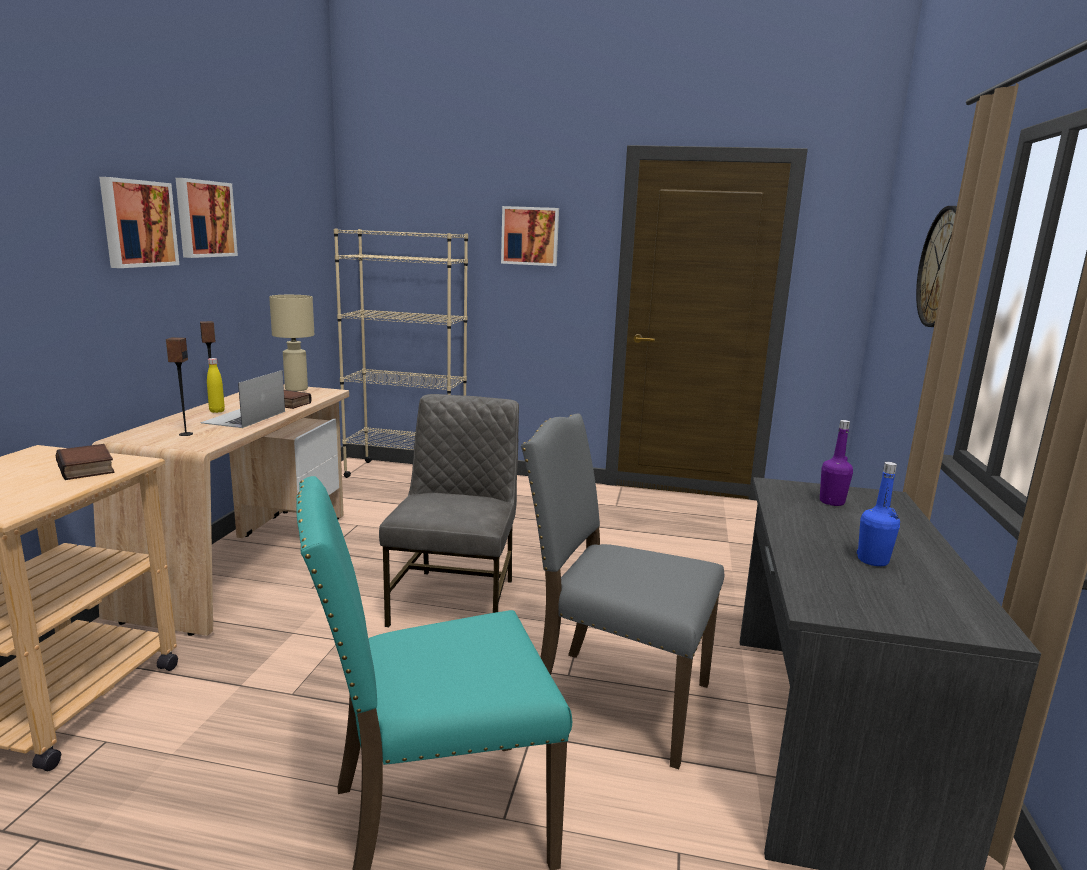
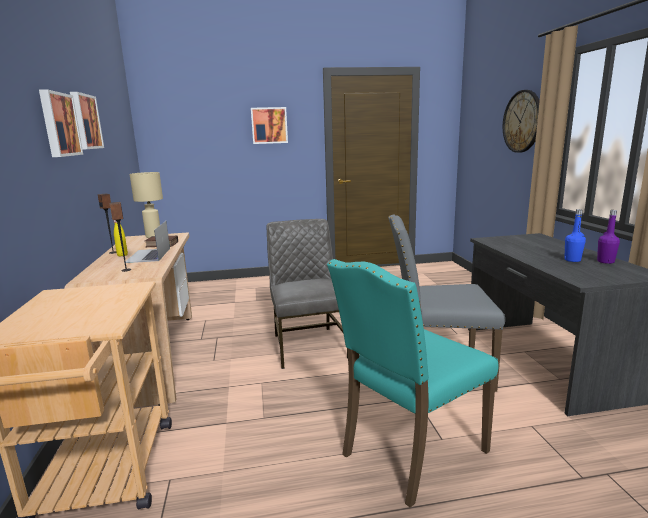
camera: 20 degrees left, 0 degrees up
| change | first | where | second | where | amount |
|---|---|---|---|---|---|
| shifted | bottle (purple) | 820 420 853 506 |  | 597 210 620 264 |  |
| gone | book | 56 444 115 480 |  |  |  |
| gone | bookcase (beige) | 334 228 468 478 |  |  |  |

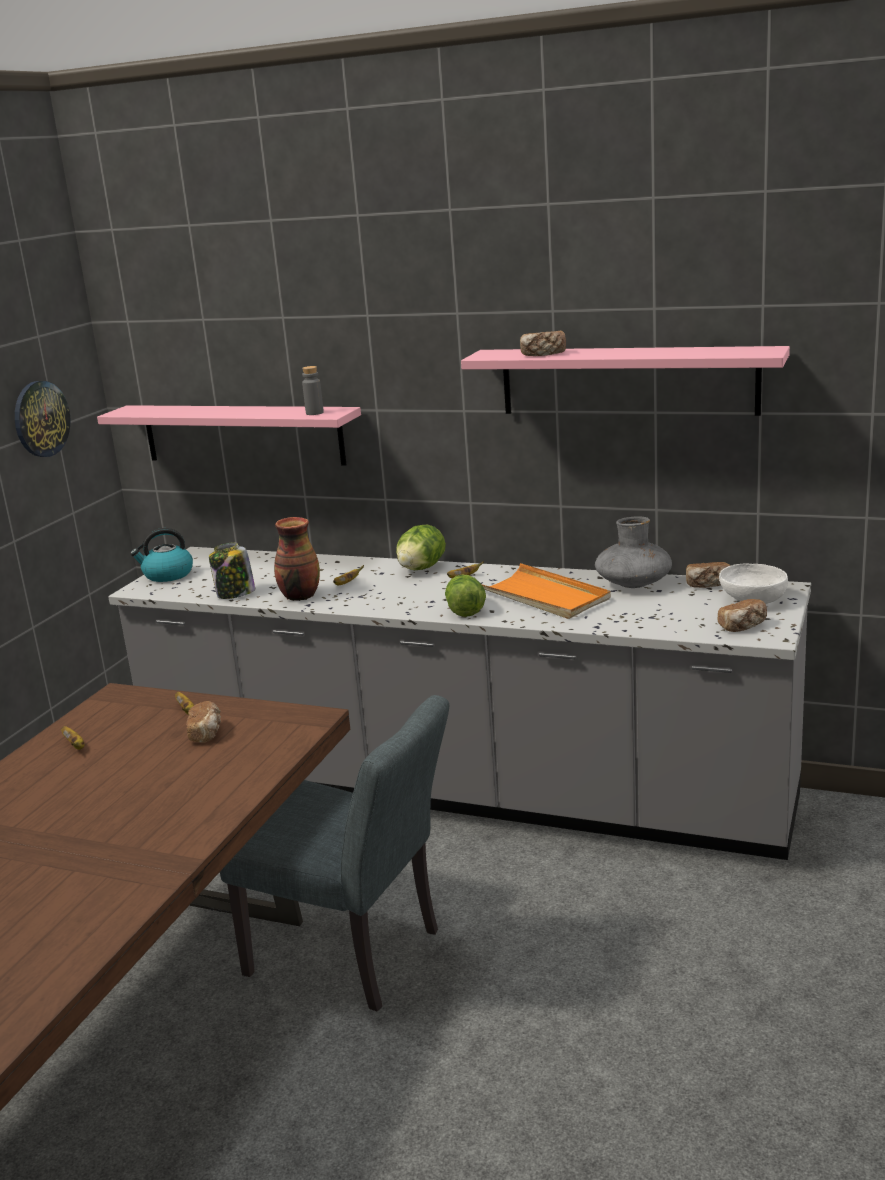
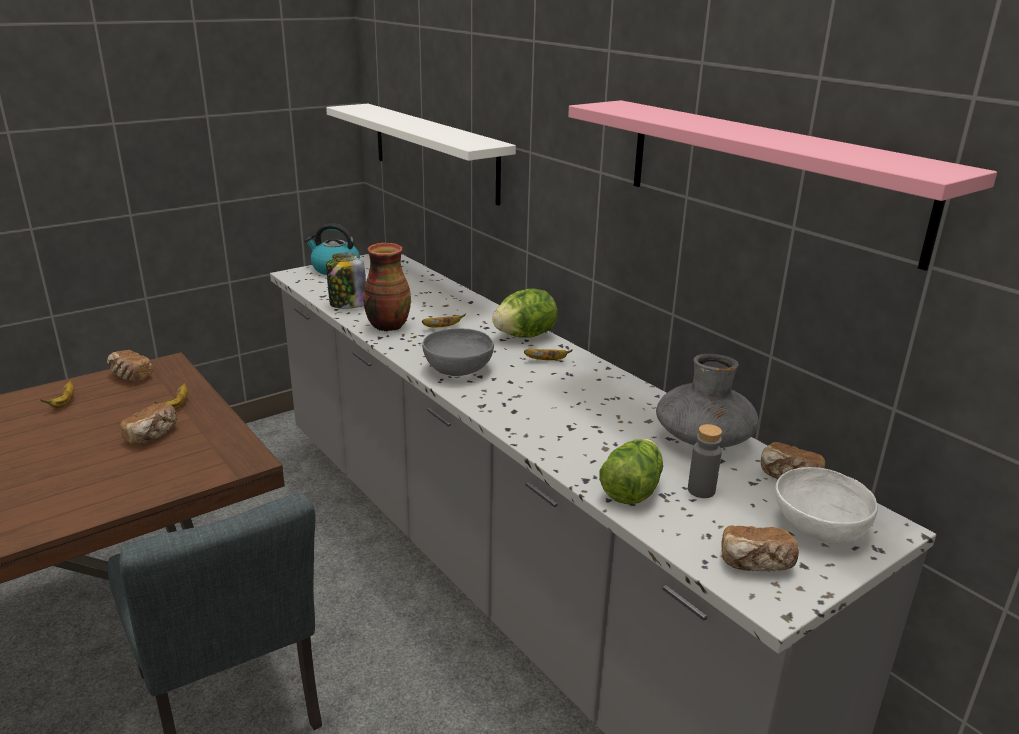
camera: 30 degrees right, 5 degrees up
| change | first | where | second | where | amount |
|---|---|---|---|---|---|
| shifted | bread | 520 331 566 356 |  | 107 350 154 382 |  |
| repainted | shelf (pink) | 97 405 361 466 | shelf (white) | 326 104 516 206 |  |
| new |  |  | bowl (grey) | 422 328 494 376 |  |
| shifted | lettuce | 445 575 486 617 |  | 599 439 663 504 |  |
| shifted | bottle (grey) | 302 366 324 415 |  | 688 424 722 498 |  |
| gone | wall clock | 15 381 70 457 |  |  |  |
| gone | tray (orange) | 481 563 611 619 |  |  |  |

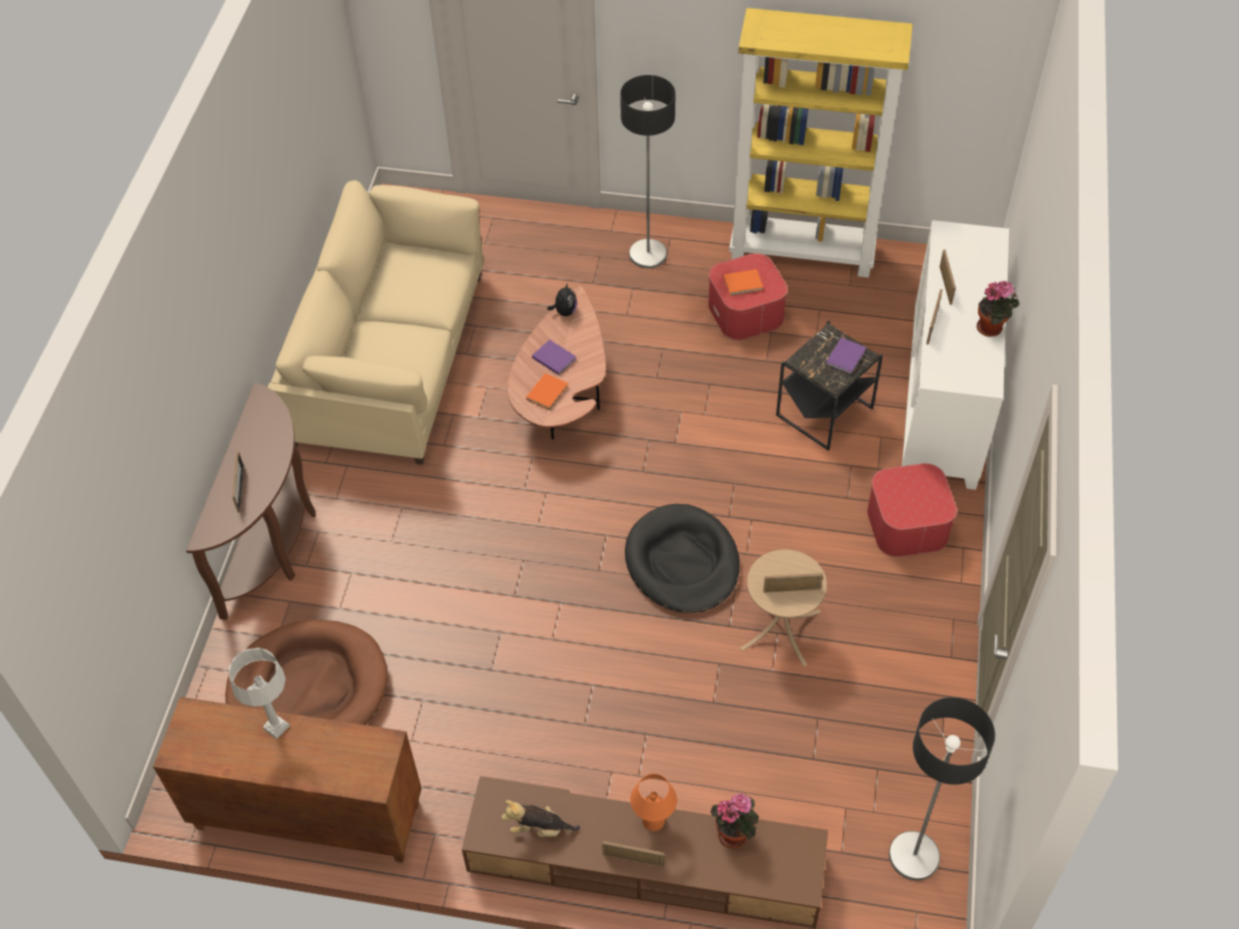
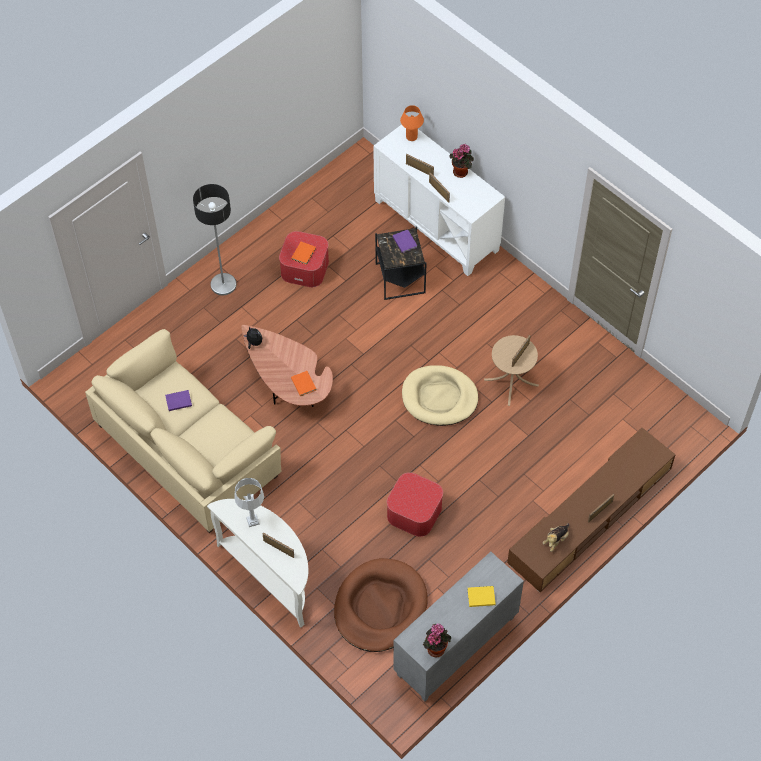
camera: 55 degrees left, 5 degrees up
| change | first | where | second | where | amount |
|---|---|---|---|---|---|
| shifted | book (purple) | 532 340 576 375 |  | 165 390 192 411 |  |
| repainted | console table (brown) | 186 383 316 620 | console table (white) | 207 499 308 627 |  |
| shifted | table lamp (grey) | 229 648 290 739 |  | 234 478 264 527 |  |
| shifted | ottoman | 867 463 957 557 |  | 387 472 443 537 |  |
| repainted | cabinet (brown) | 153 697 422 863 | cabinet (grey) | 393 552 524 702 |  |
| shifted | table lamp (orange) | 630 774 677 831 |  | 400 105 424 141 |  |
| repainted | dog bed (black) | 625 504 740 613 | dog bed (beige) | 402 365 478 426 |  |
| shifted | potted plant | 711 794 759 848 |  | 423 624 451 657 |  |
| new |  |  | book (yellow) | 467 586 496 607 |  |
| gone | bookcase (yellow) | 729 8 913 278 |  |  |  |
| gone | floor lamp | 889 697 995 880 |  |  |  |

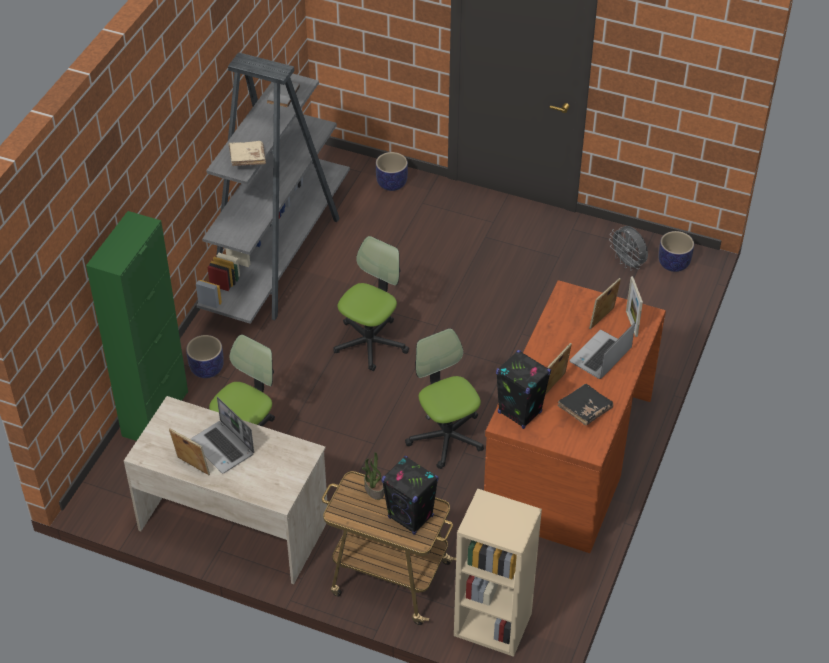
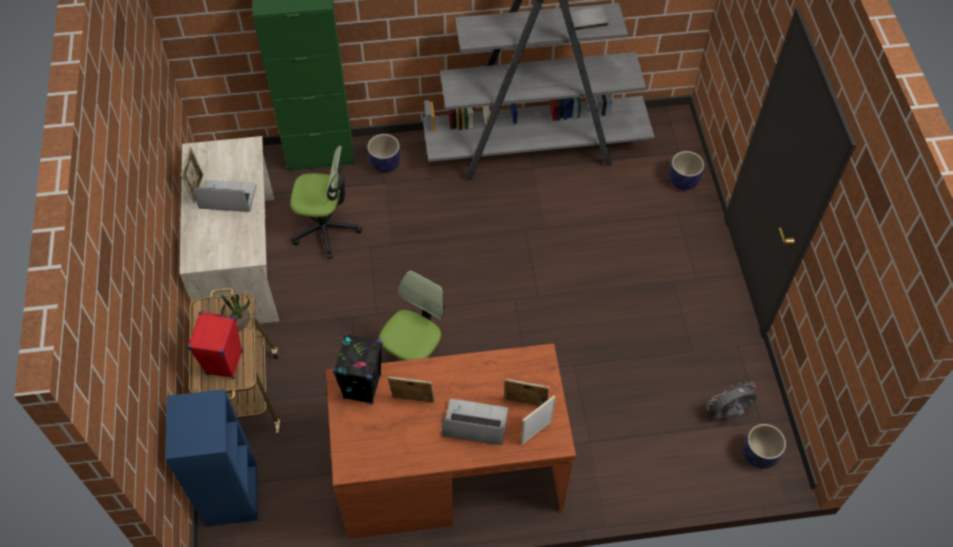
camera: 60 degrees right, 10 degrees up
| change | first | where | second | where | amount |
|---|---|---|---|---|---|
| repainted | bookcase (beige) | 454 489 542 657 | bookcase (blue) | 165 389 258 527 |  |
| repainted | speaker (black) | 382 456 439 535 | speaker (red) | 187 311 243 379 |  |
| rotated | laptop | 190 397 254 473 |  | 192 180 256 212 | 75 degrees clockwise |
| rotated | fan (grey) | 609 226 648 271 |  | 707 381 758 419 | 45 degrees clockwise |
| gone | book (beige) | 228 141 266 166 |  |  |  |
| gone | office chair | 333 236 409 371 |  |  |  |
| gone | book (black) | 558 384 613 426 |  |  |  |

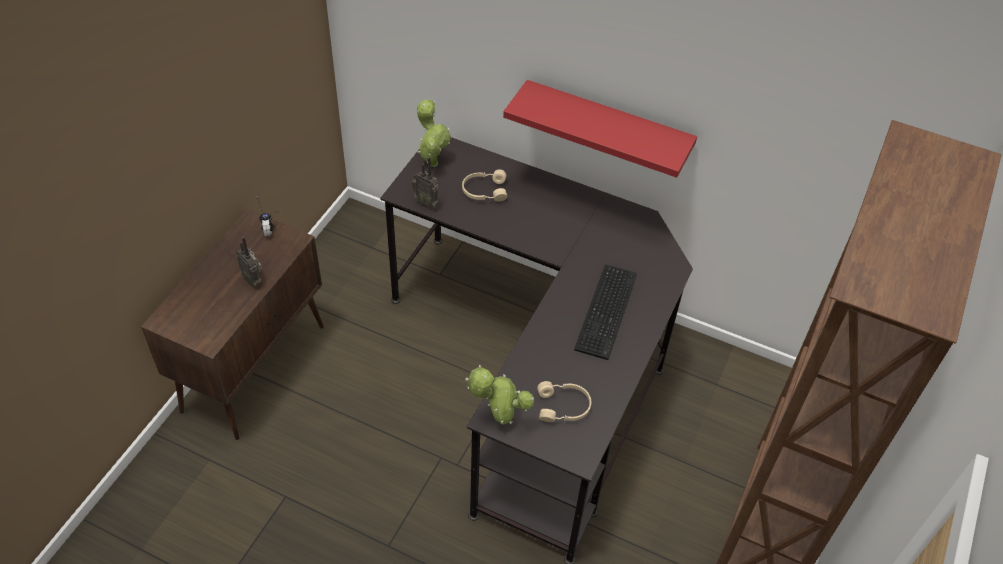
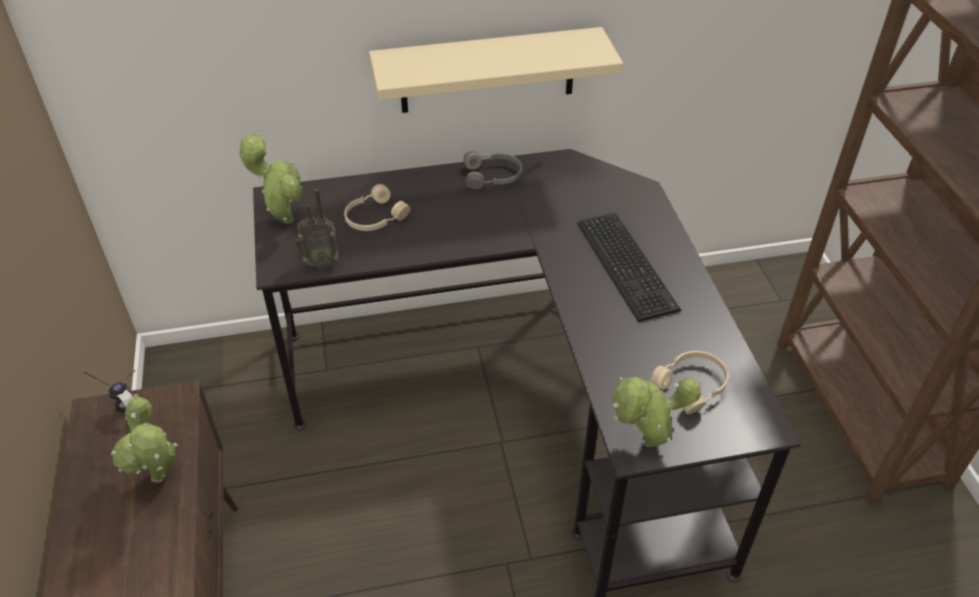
camera: 35 degrees left, 5 degrees down
| change | first | where | second | where | amount |
|---|---|---|---|---|---|
| swapped | radio | 236 236 262 287 | potted plant | 111 394 178 483 |  |
| repainted | shelf (red) | 503 80 697 178 | shelf (beige) | 369 27 623 113 |  |
| new |  |  | headphones (grey) | 463 151 522 189 |  |

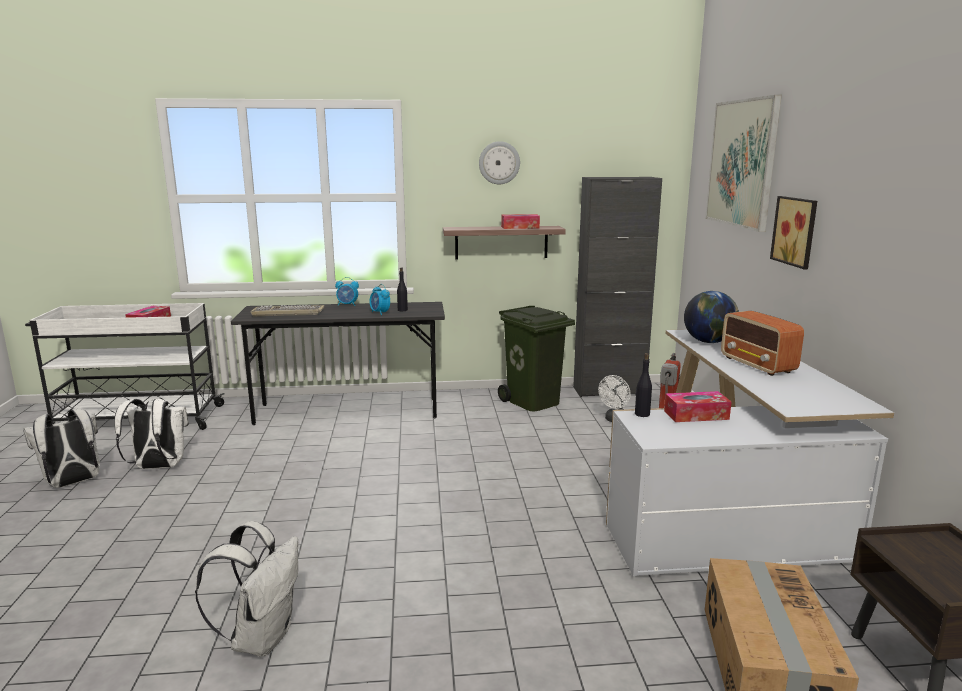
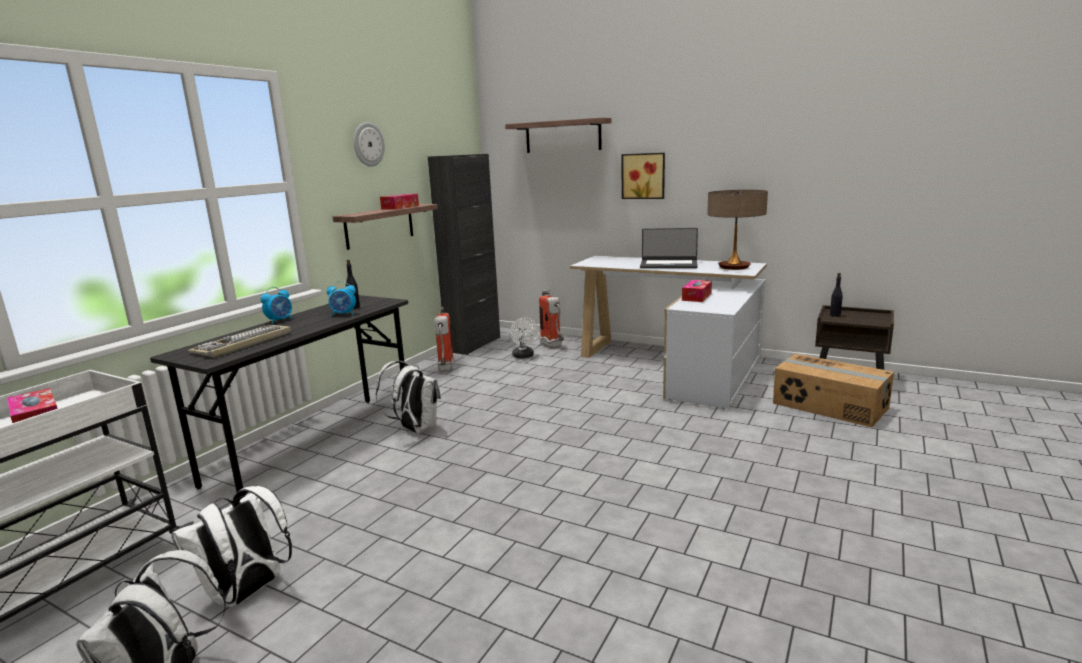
camera: 55 degrees left, 0 degrees up
| change | first | where | second | where | amount |
|---|---|---|---|---|---|
| shifted | backpack (white) | 195 521 298 657 |  | 376 361 441 434 |  |
| swapped | trash can (green) | 498 306 575 411 | fire extinguisher | 434 307 455 372 |  |
| swapped | picture | 705 95 782 232 | shelf | 505 117 611 153 |  |
| swapped | radio | 721 311 804 376 | laptop | 640 228 698 268 |  |
| new |  |  | table lamp | 707 190 768 270 |  |
| shifted | bottle (black) | 635 353 652 417 |  | 830 273 843 317 |  |
| gone | globe | 684 291 739 343 |  |  |  |

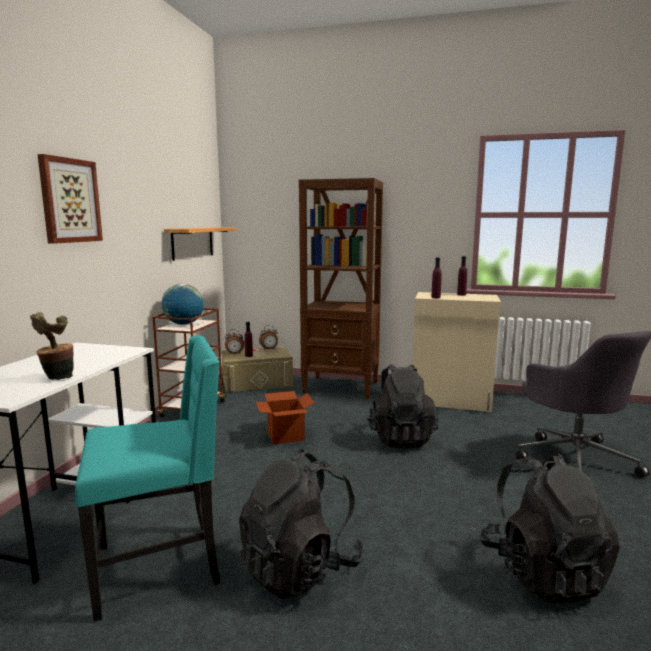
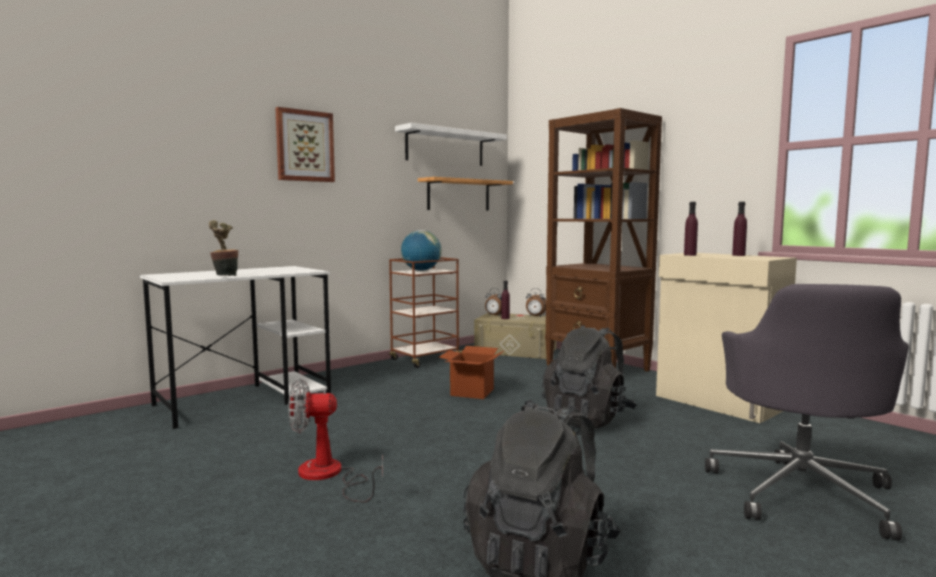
camera: 35 degrees right, 5 degrees down
| change | first | where | second | where | amount |
|---|---|---|---|---|---|
| swapped | backpack (black) | 239 449 364 600 | fan | 289 379 383 503 |  |
| new |  |  | shelf (white) | 395 123 507 166 |  |
| gone | chair (turquoise) | 75 335 220 621 |  |  |  |

